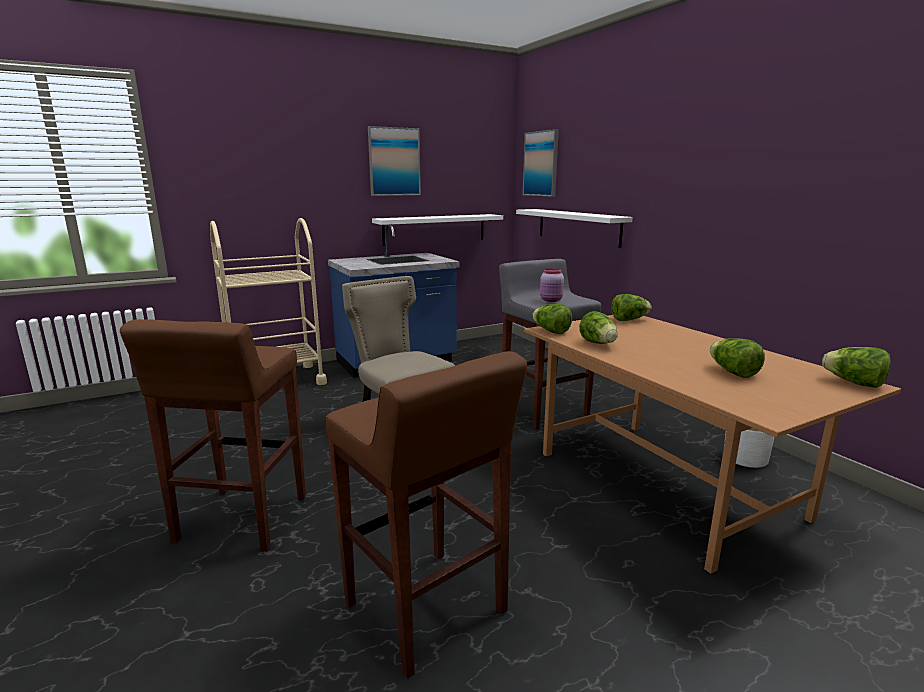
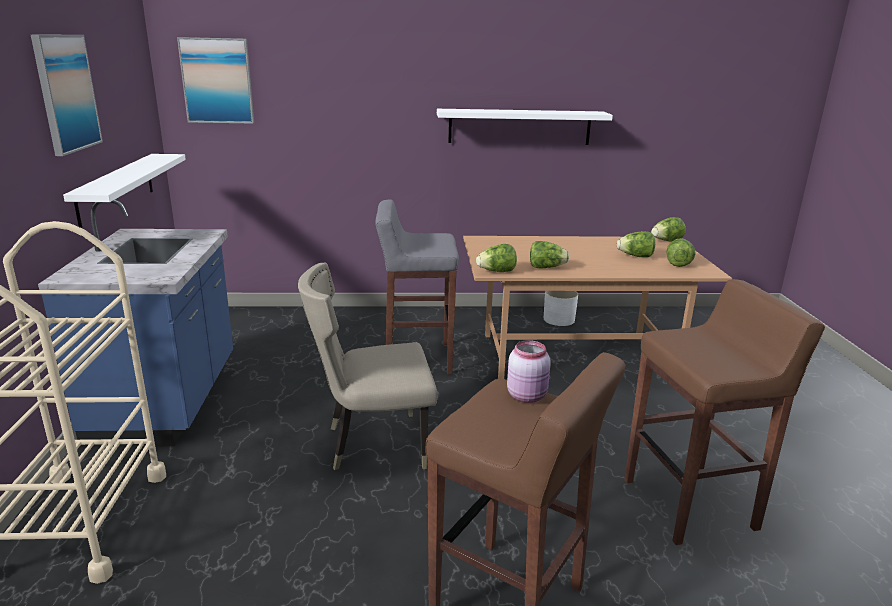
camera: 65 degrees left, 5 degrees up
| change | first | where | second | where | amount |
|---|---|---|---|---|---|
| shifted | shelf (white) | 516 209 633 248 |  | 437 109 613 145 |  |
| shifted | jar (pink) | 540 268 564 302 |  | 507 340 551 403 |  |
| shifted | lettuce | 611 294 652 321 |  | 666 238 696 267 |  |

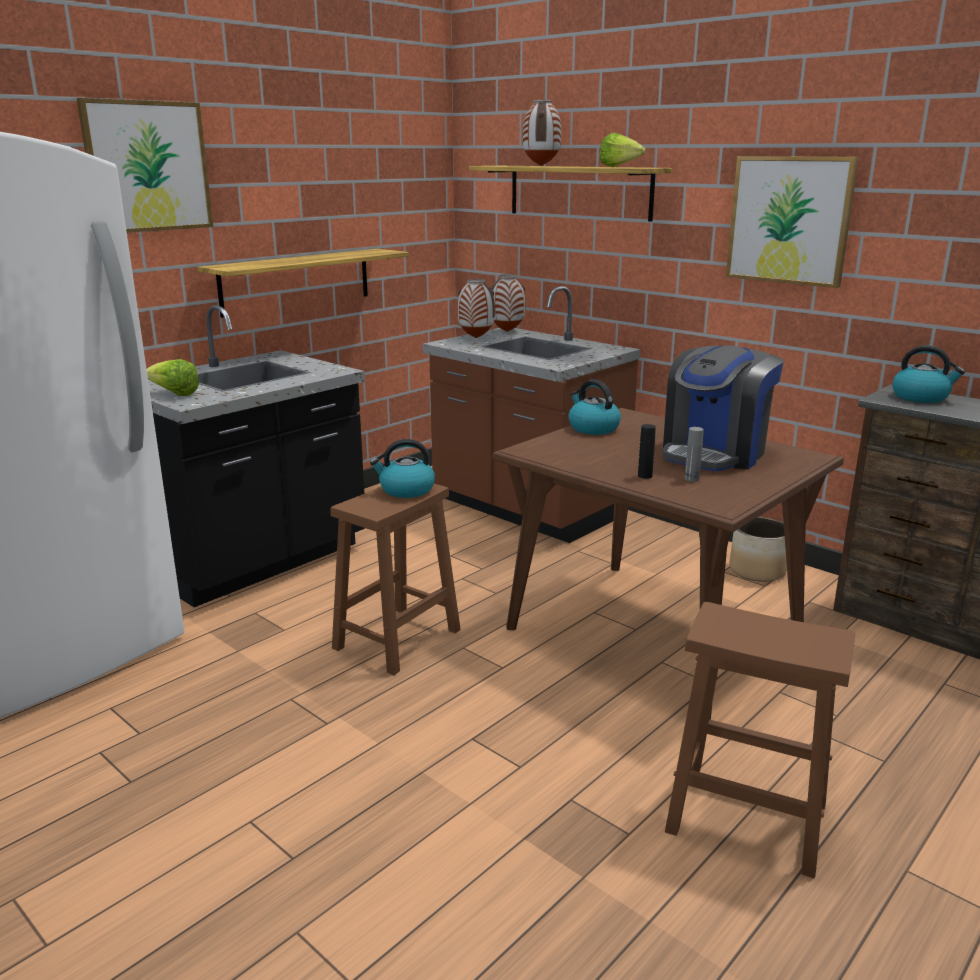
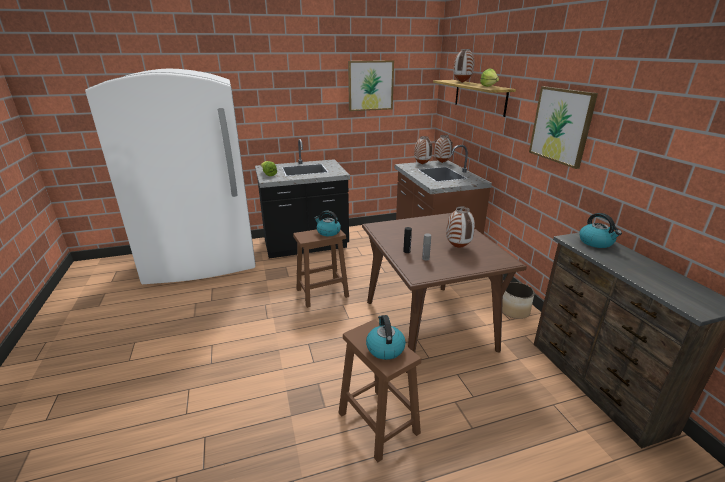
camera: 30 degrees right, 5 degrees up
| change | first | where | second | where | amount |
|---|---|---|---|---|---|
| shifted | picture | 77 98 213 233 |  | 348 60 394 111 |  |
| shifted | kettle | 568 380 621 435 |  | 366 315 406 360 |  |
| swapped | coffee machine | 662 345 784 471 | vase | 446 207 475 248 |  |
| gone | shelf | 197 249 409 318 |  |  |  |

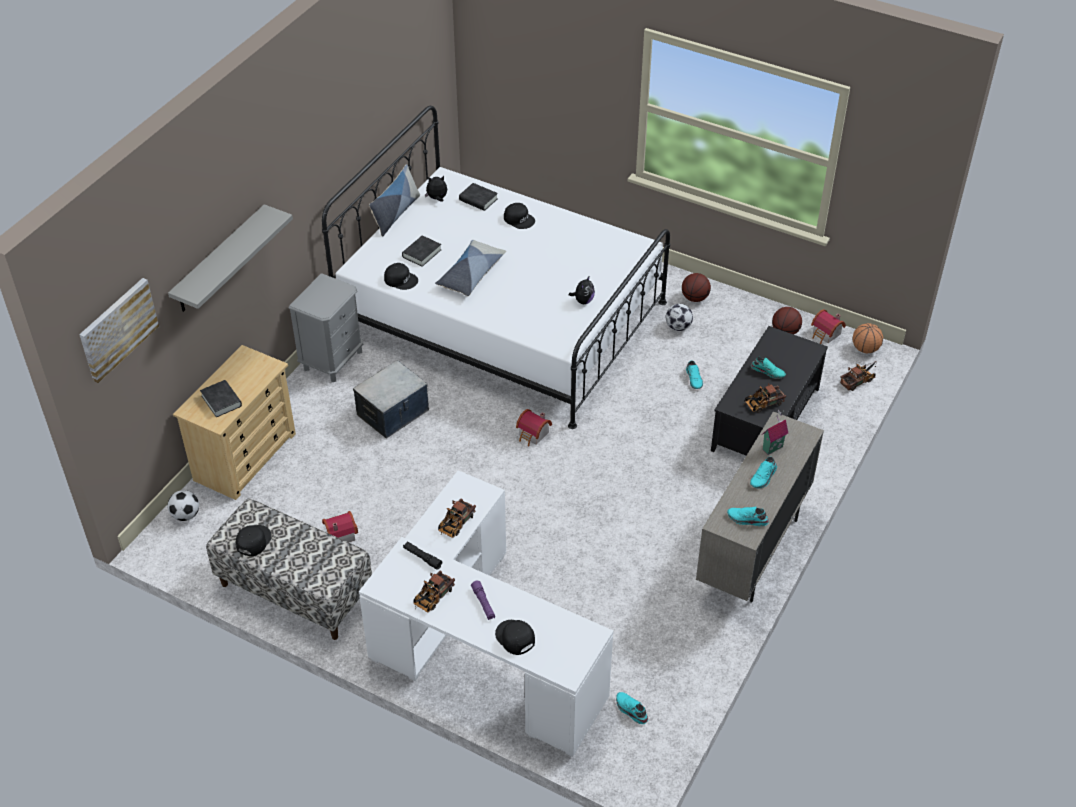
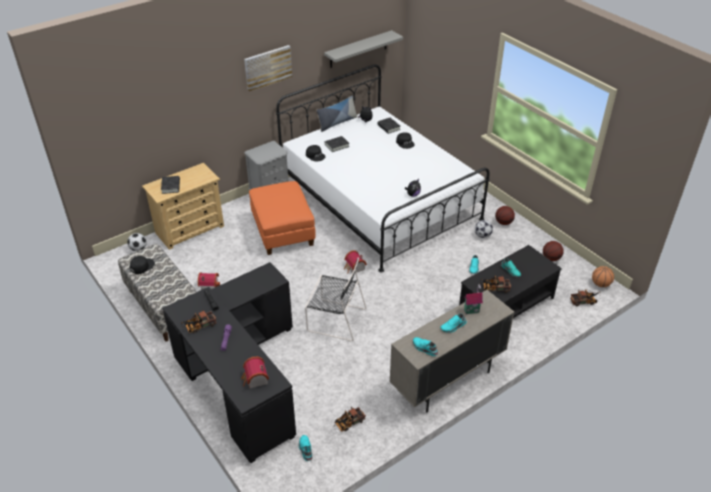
camera: 25 degrees right, 5 degrees down
| change | first | where | second | where | amount |
|---|---|---|---|---|---|
| repainted | desk (white) | 359 470 613 757 | desk (black) | 162 262 296 463 |  |
| shifted | toy house | 811 309 846 344 |  | 241 357 269 388 |  |
| shifted | picture | 79 278 159 383 |  | 244 45 292 92 |  |
| swapped | storage box | 353 360 429 439 | ottoman (orange) | 249 181 316 255 |  |
| new |  |  | chair (black) | 305 257 366 341 |  |
| shifted | shelf (grey) | 168 204 293 312 |  | 324 30 403 68 |  |
| shifted | toy truck | 438 499 476 538 |  | 334 407 366 432 |  |
| gone | pillow | 435 240 506 297 |  |  |  |
| gone | cap (black) | 495 620 535 655 |  |  |  |

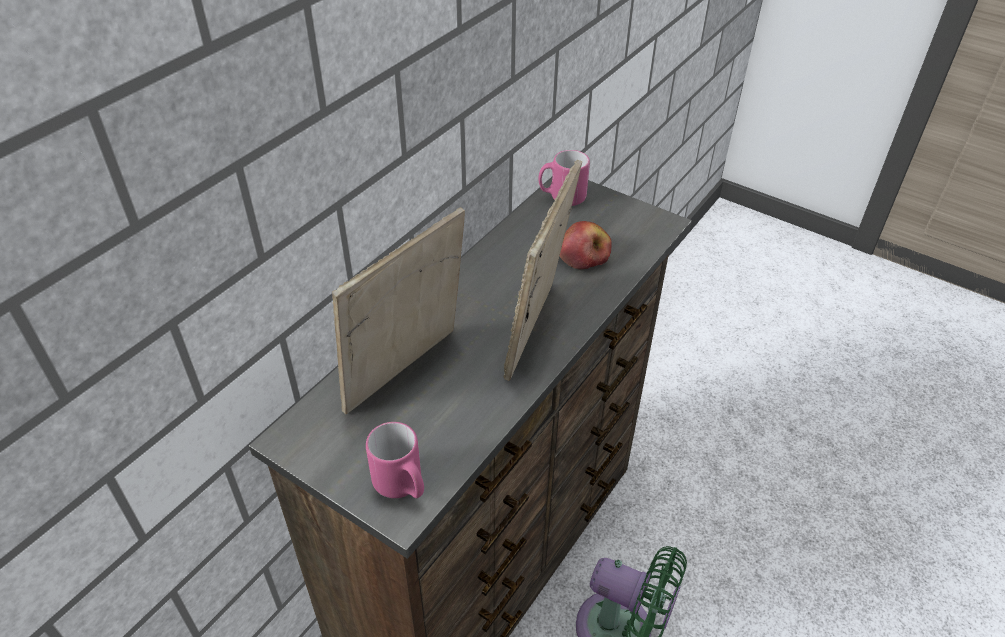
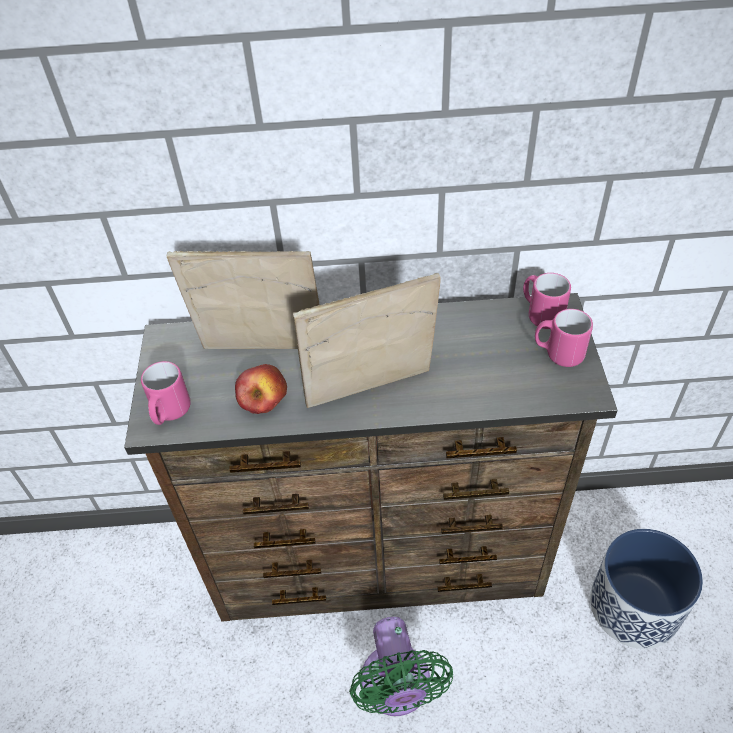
camera: 55 degrees right, 5 degrees up
| change | first | where | second | where | amount |
|---|---|---|---|---|---|
| shifted | apple | 559 221 612 269 |  | 235 364 287 414 |  |
| new |  |  | mug (pink) | 535 309 593 367 |  |
| new |  |  | planter | 590 529 703 649 |  |

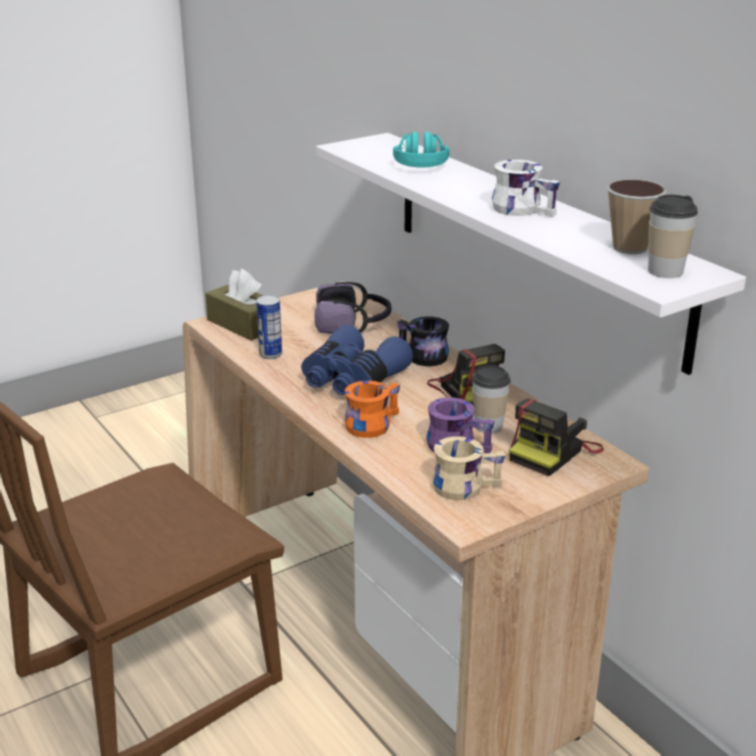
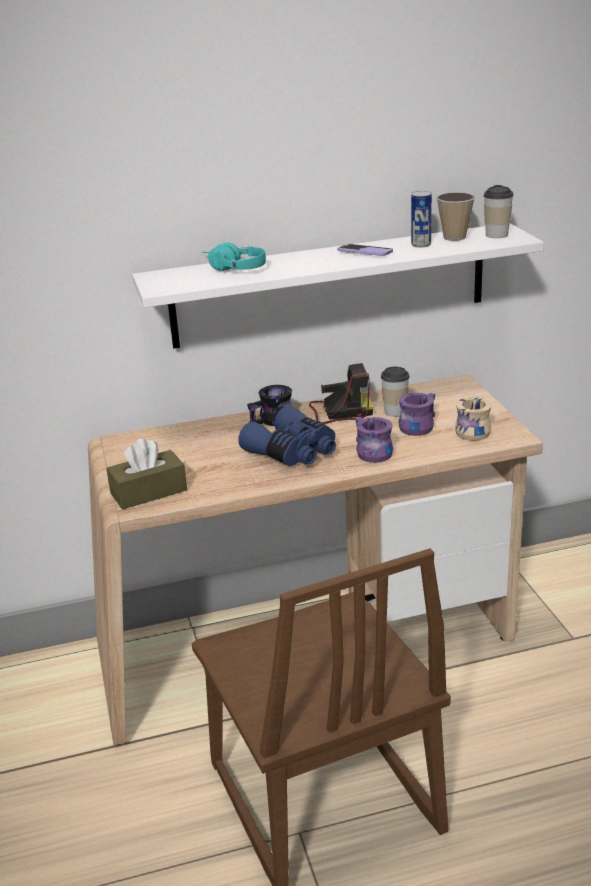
camera: 70 degrees left, 0 degrees up
| change | first | where | second | where | amount |
|---|---|---|---|---|---|
| swapped | mug (white) | 492 160 560 217 | phone | 338 244 393 256 |  |
| repainted | mug (orange) | 344 381 400 438 | mug (purple) | 355 417 393 463 |  |
| shifted | can | 256 295 282 359 |  | 411 191 432 248 |  |
| gone | headphones | 315 282 391 334 |  |  |  |
| gone | photo camera | 509 399 604 476 |  |  |  |

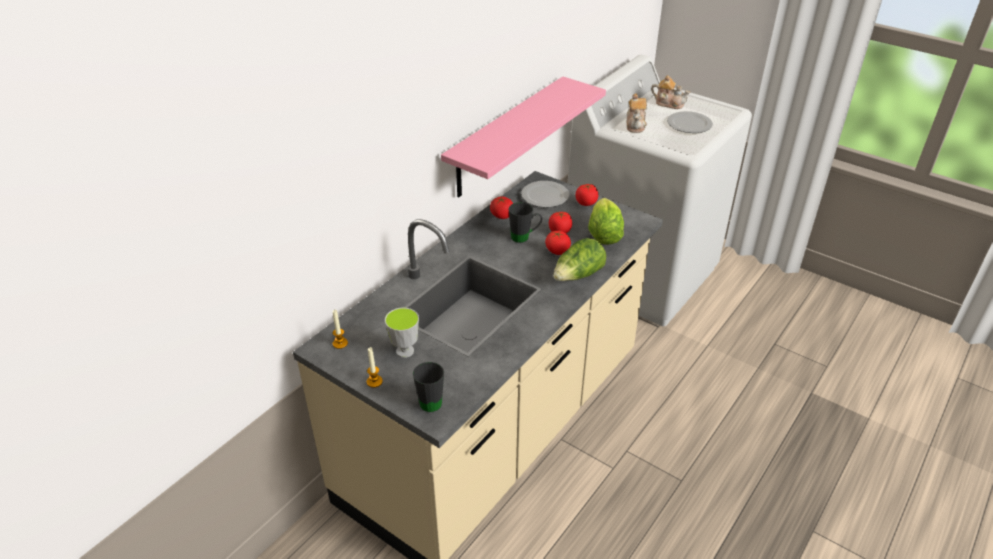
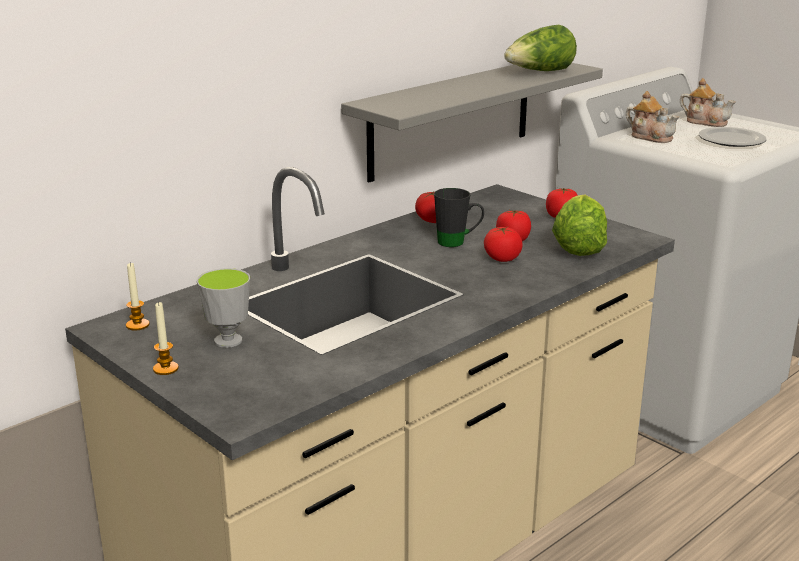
camera: 10 degrees right, 15 degrees down
| change | first | where | second | where | amount |
|---|---|---|---|---|---|
| repainted | shelf (pink) | 441 76 606 197 | shelf (grey) | 341 63 603 182 |  |
| shifted | lettuce | 553 238 606 281 |  | 504 25 577 71 |  |
| rotated | teapot | 626 93 647 133 |  | 626 91 679 143 | 60 degrees counterclockwise |
| gone | mug (black) | 413 362 444 412 |  |  |  |
| gone | plate | 521 181 569 208 |  |  |  |

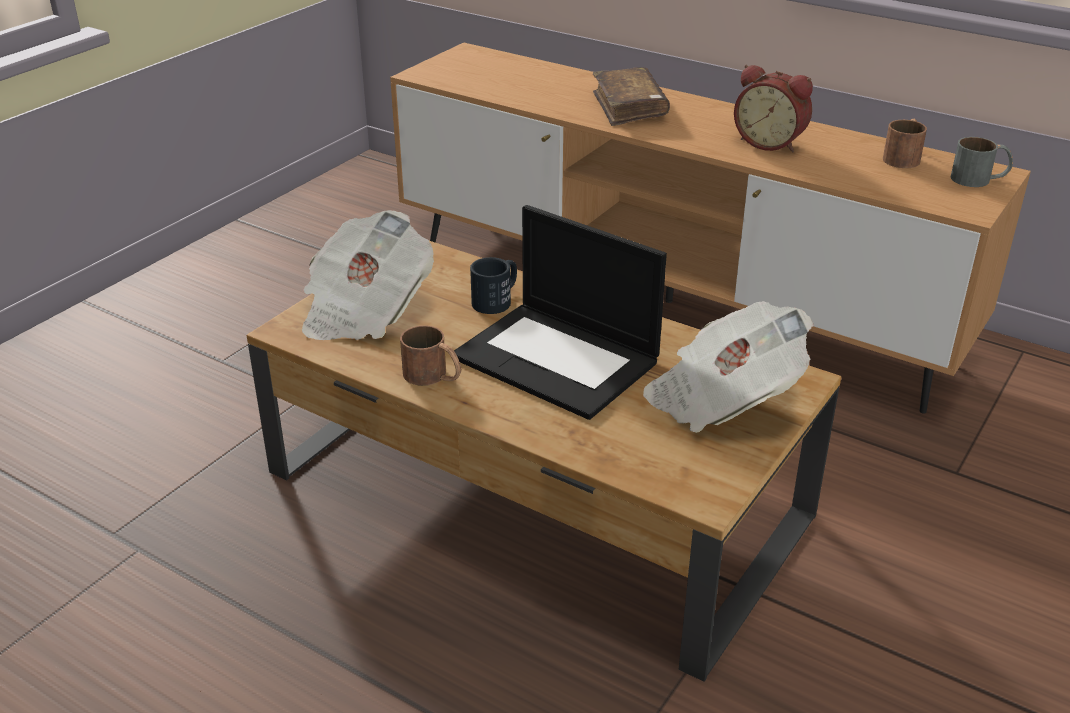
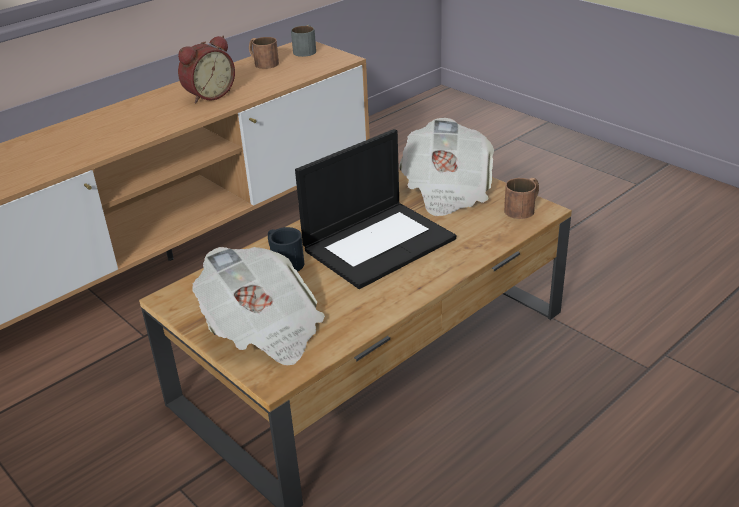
camera: 75 degrees left, 0 degrees up
| change | first | where | second | where | amount |
|---|---|---|---|---|---|
| shifted | mug (brown) | 400 325 461 386 |  | 504 178 539 219 |  |
| gone | book (brown) | 593 67 670 126 |  |  |  |

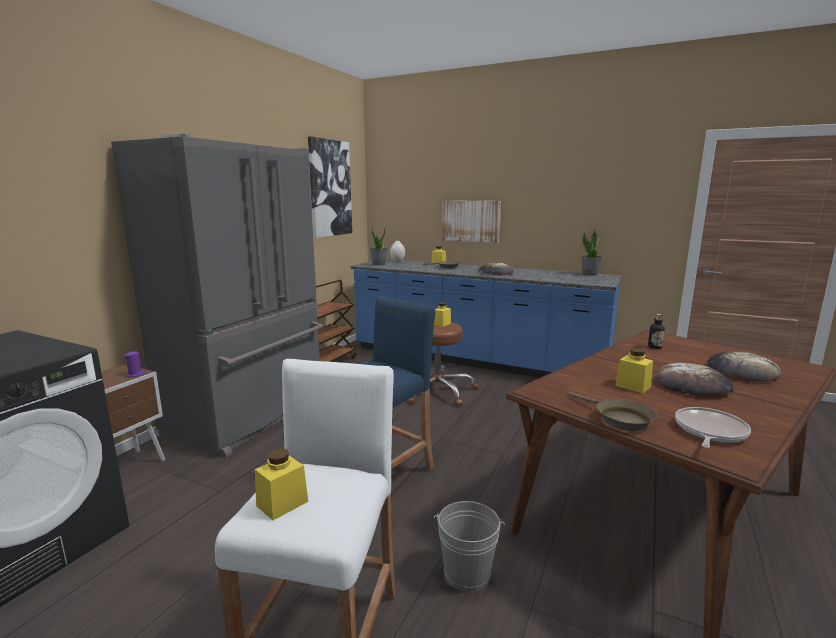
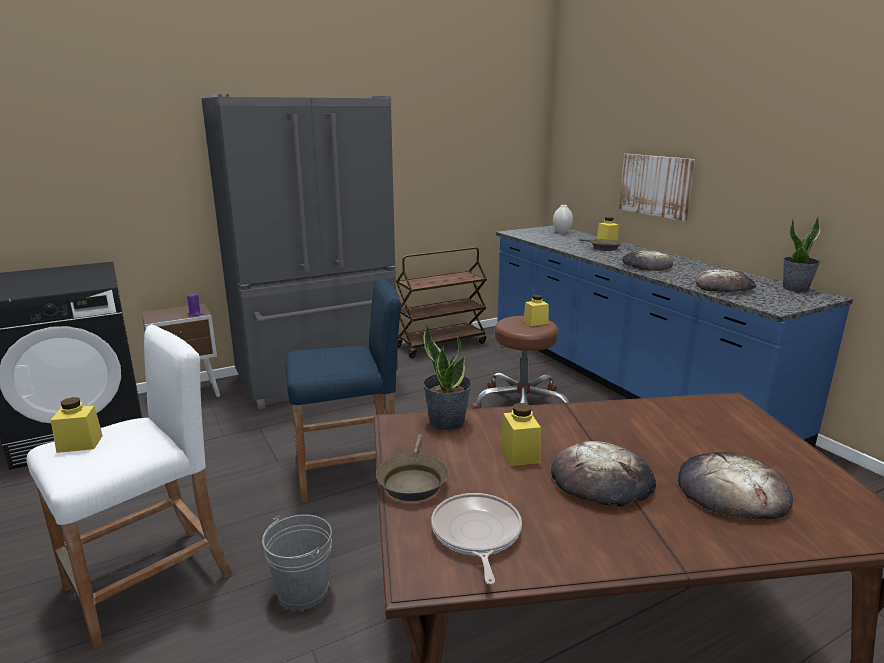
camera: 35 degrees right, 5 degrees up
| change | first | where | second | where | amount |
|---|---|---|---|---|---|
| shifted | potted plant | 370 226 387 266 |  | 423 324 472 431 |  |
| rotated | frying pan | 675 407 751 448 |  | 431 493 522 585 | 75 degrees counterclockwise |
| new |  |  | bread | 695 269 756 293 |  |
| gone | picture | 308 136 352 238 |  |  |  |
| gone | bottle | 648 314 665 349 |  |  |  |

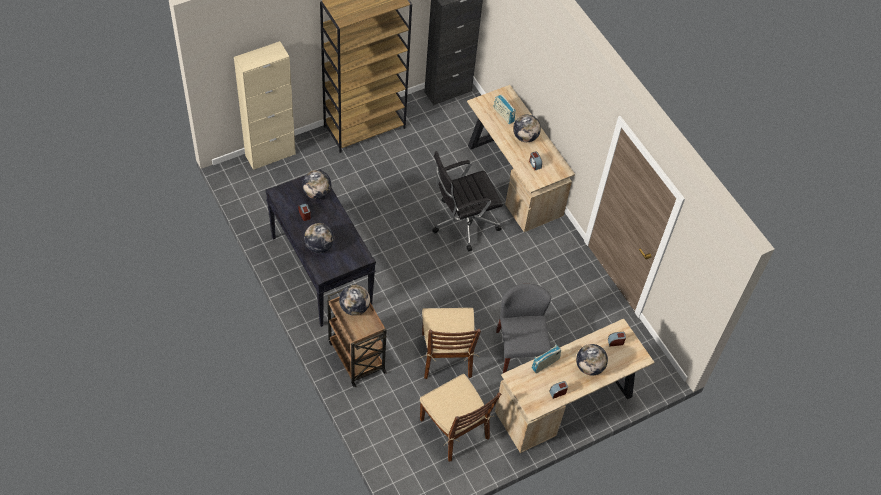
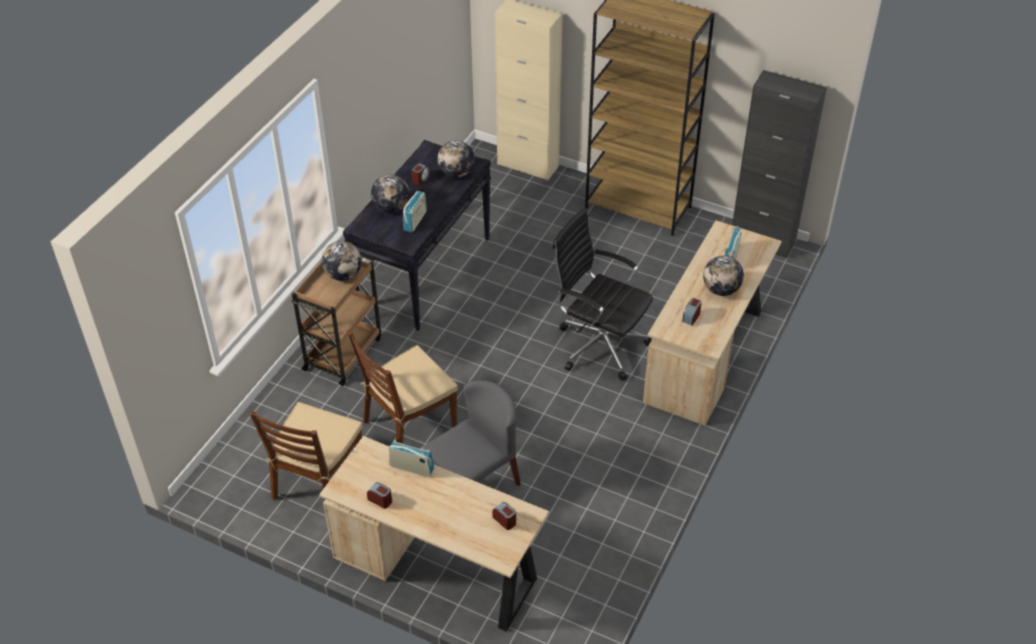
camera: 60 degrees right, 10 degrees down
| change | first | where | second | where | amount |
|---|---|---|---|---|---|
| new |  |  | radio | 403 191 427 232 |  |
| gone | globe | 576 344 608 375 |  |  |  |

